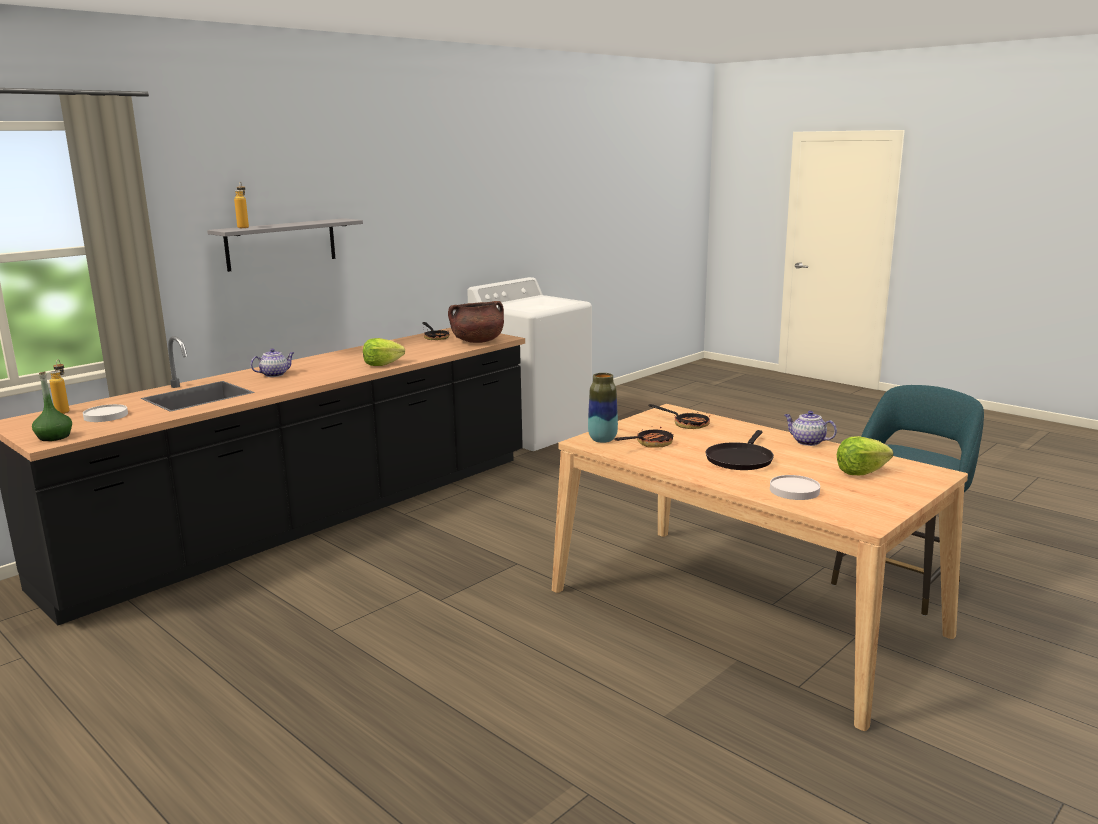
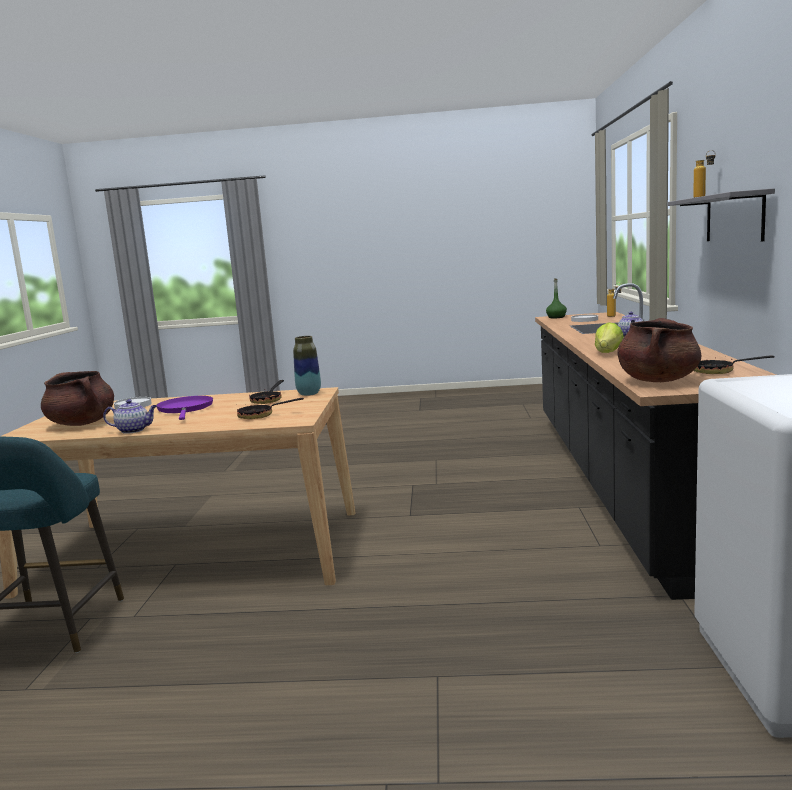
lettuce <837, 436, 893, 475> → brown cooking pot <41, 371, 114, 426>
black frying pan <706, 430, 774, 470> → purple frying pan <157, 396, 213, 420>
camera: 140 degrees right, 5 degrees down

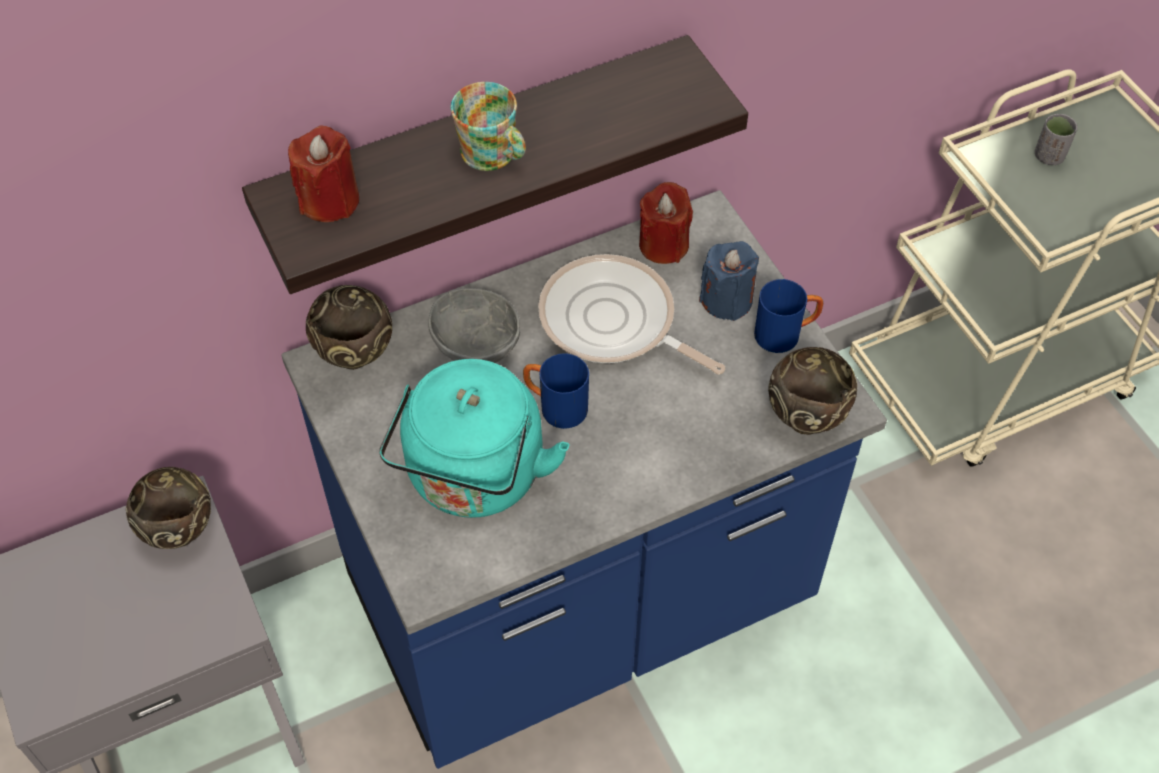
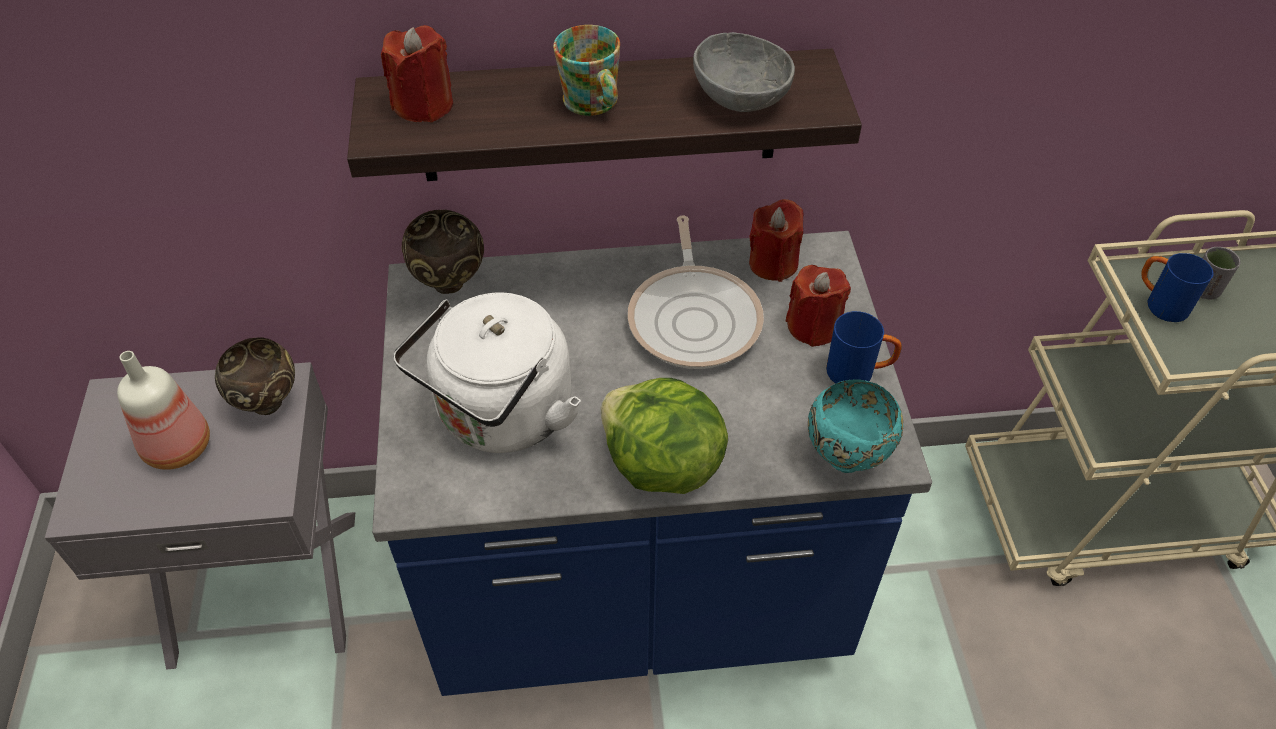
- → bottle <117, 351, 210, 470>
turquoise kettle <379, 359, 569, 518> → white kettle <393, 292, 581, 453>
- → lettuce <601, 378, 728, 494>
frying pan <538, 254, 725, 375> → frying pan <627, 215, 764, 369>, 150 degrees counterclockwise
grey bowl <428, 288, 520, 363> → grey bowl <693, 32, 795, 112>, shifted
blue candle <699, 241, 759, 321> → red candle <786, 265, 851, 347>
brown bowl <768, 347, 857, 435> → turquoise bowl <808, 379, 903, 473>
blue mug <523, 353, 589, 429> → blue mug <1142, 253, 1213, 322>, shifted
camera: 20 degrees right, 5 degrees down

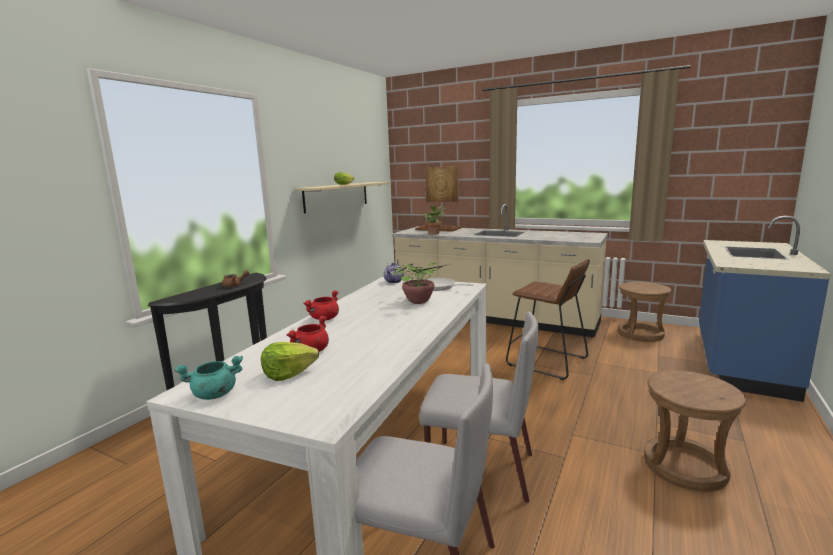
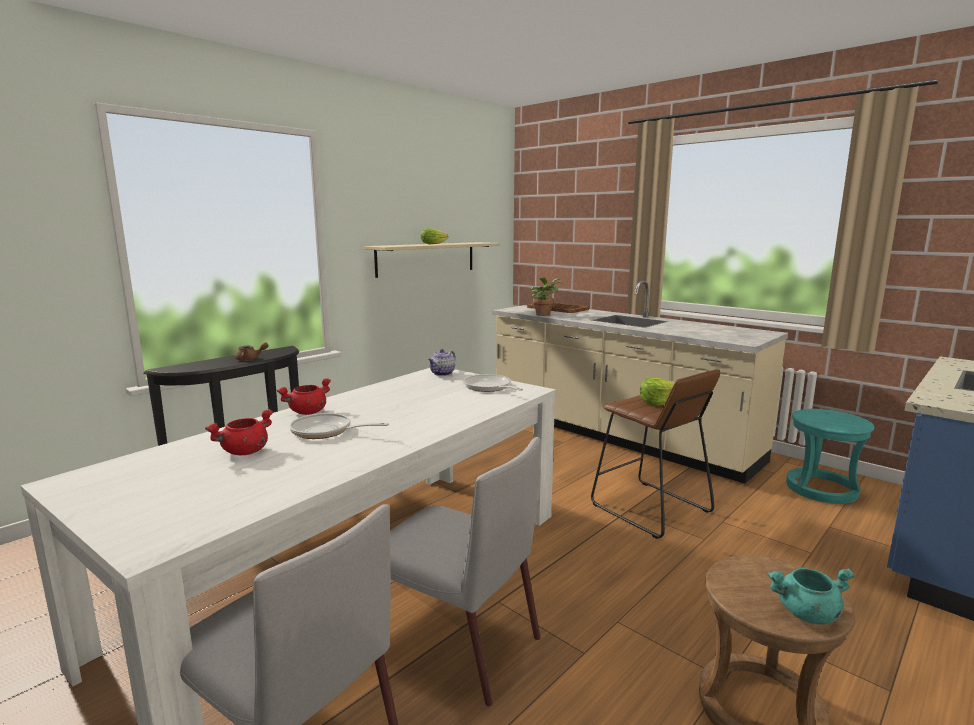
- → frying pan <289, 413, 389, 439>
lettuce <261, 342, 319, 381> → lettuce <640, 378, 675, 406>, shifted
turquoise cooking pot <174, 356, 243, 400> → turquoise cooking pot <767, 568, 855, 624>, shifted
brown stool <618, 282, 671, 342> → turquoise stool <786, 409, 874, 504>
potted plant <389, 262, 451, 304> → -
picture <425, 166, 458, 202> → -
camera: 15 degrees right, 0 degrees up

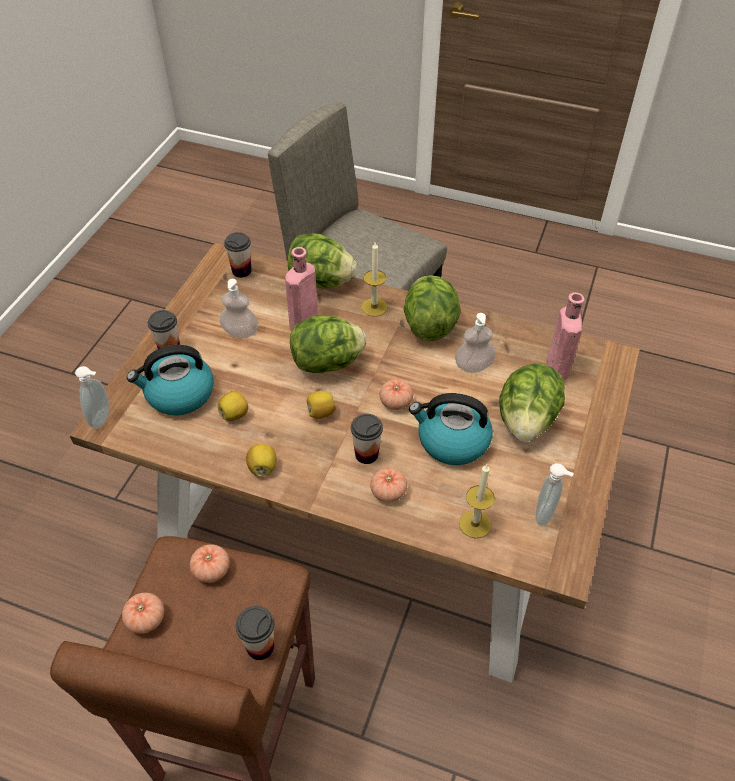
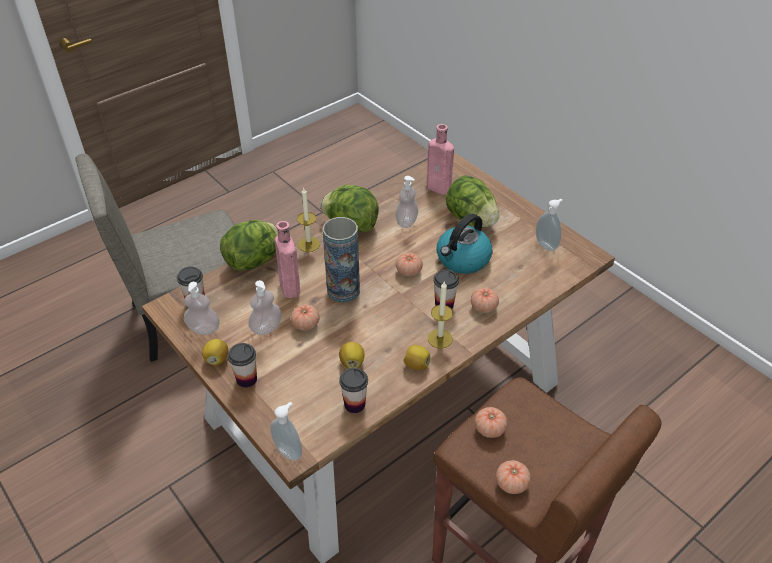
- → soap dispenser <184, 282, 220, 335>
lemon <307, 391, 336, 419> → lemon <202, 339, 228, 365>, shifted
- → tomato <290, 304, 320, 331>
lettuce <290, 315, 367, 373> → vase <323, 217, 360, 303>
cup <236, 606, 274, 660> → cup <339, 368, 368, 413>, shifted
candle <459, 464, 495, 538> → candle <428, 282, 453, 348>, shifted
kettle <127, 345, 214, 415> → -
camera: 60 degrees left, 5 degrees down

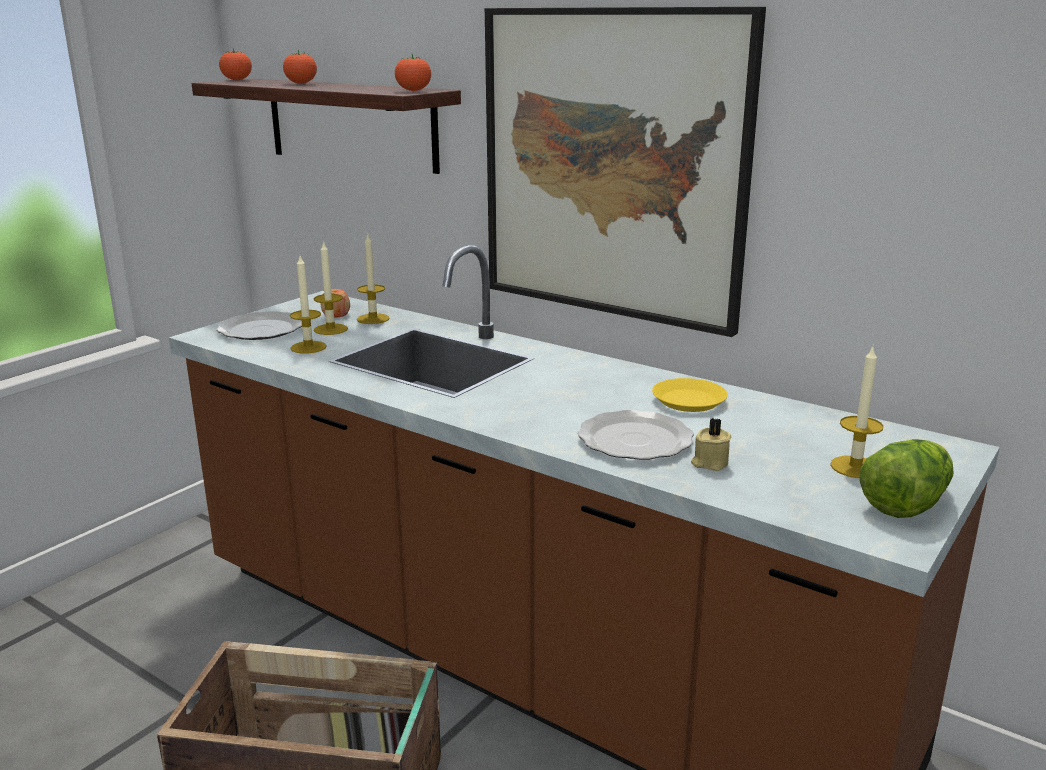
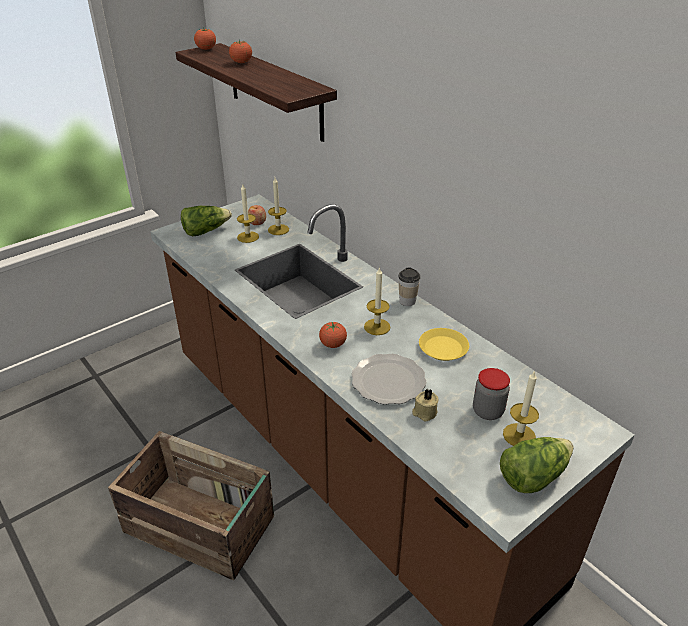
plate <217, 311, 302, 340> → lettuce <181, 206, 232, 236>
tomato <395, 53, 431, 91> → tomato <319, 322, 347, 348>, shifted
candle <290, 256, 327, 354> → candle <364, 267, 391, 335>, shifted
- → cup <398, 268, 420, 306>
- → jar <473, 368, 510, 420>
picture <485, 7, 766, 337> → -
camera: 15 degrees right, 15 degrees up

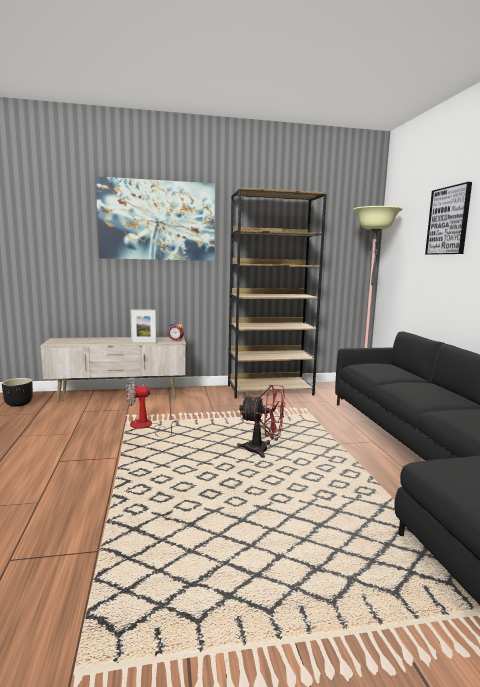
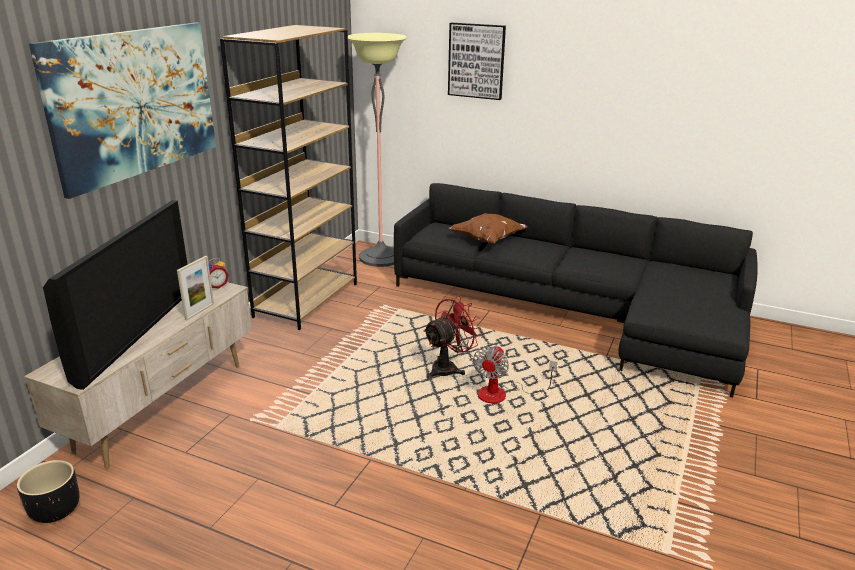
- → television <43, 200, 188, 390>
- → brown pillow <449, 213, 528, 244>
fan <126, 379, 176, 438> → fan <473, 345, 557, 403>, shifted
camera: 55 degrees left, 15 degrees up

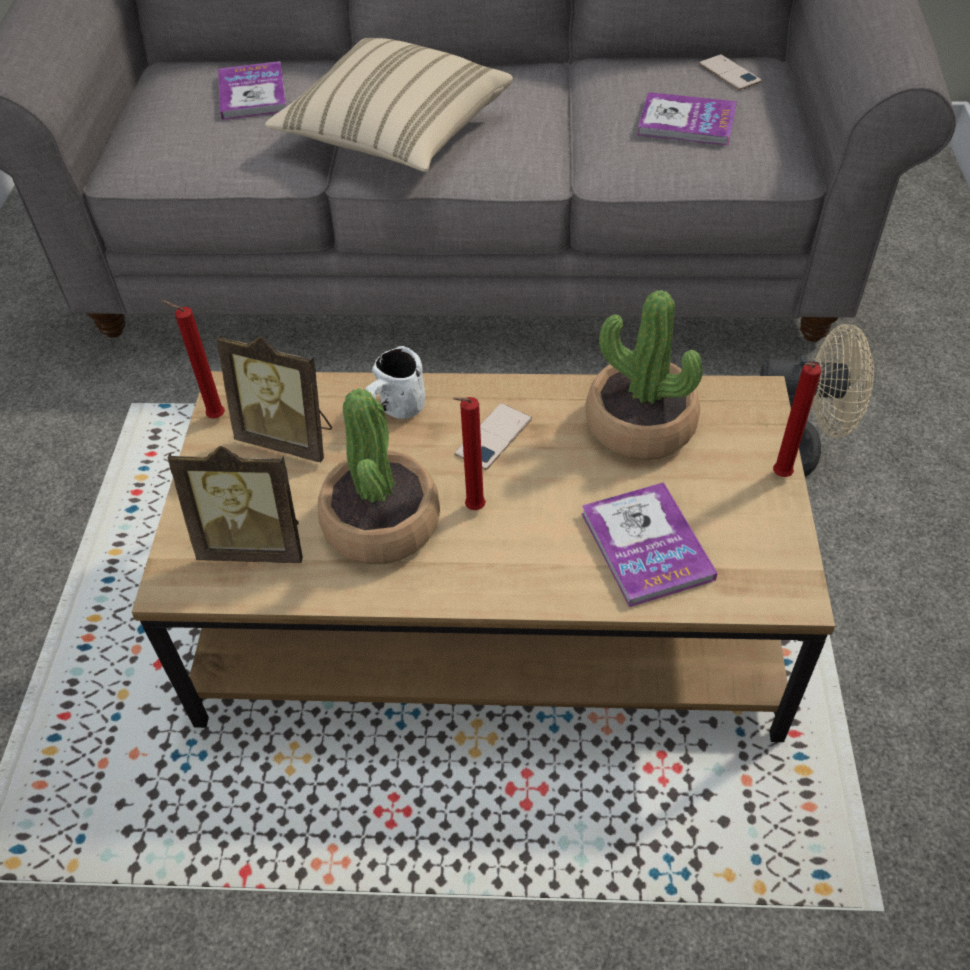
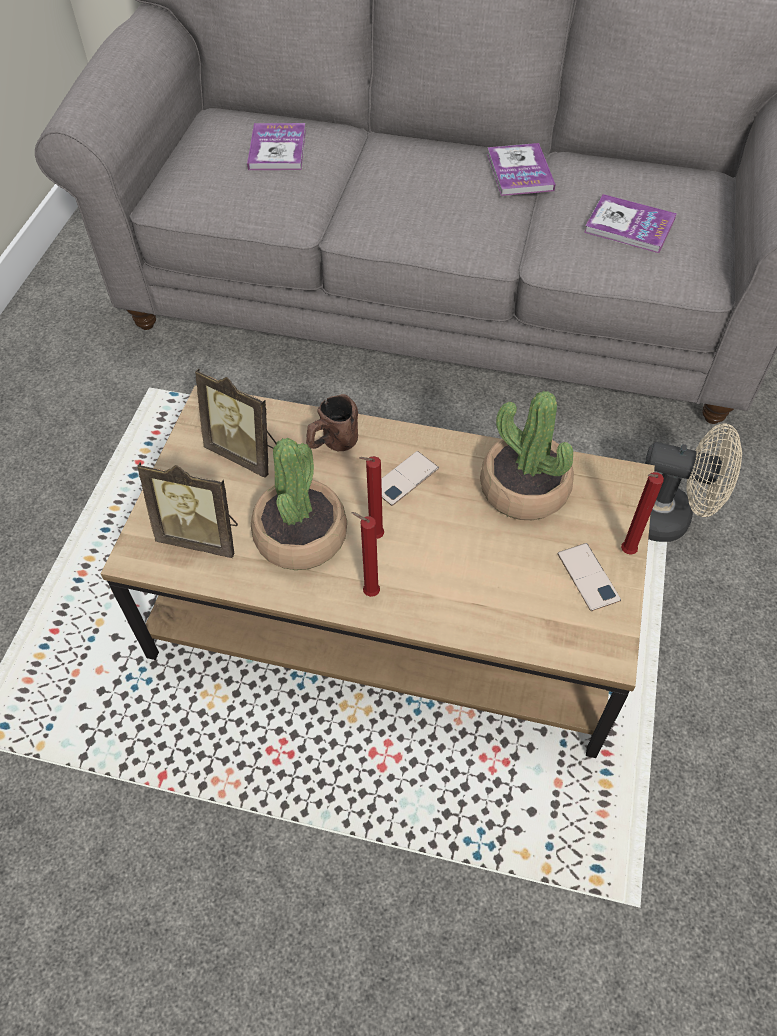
white mug <365, 346, 425, 419> → brown mug <306, 394, 358, 451>
red candle <161, 300, 225, 419> → red candle <351, 512, 380, 597>, shifted
book <581, 482, 718, 607> → book <487, 143, 556, 196>, shifted
phone <699, 54, 762, 90> → phone <558, 543, 621, 611>, shifted
beige pillow <265, 38, 513, 172> → -
camera: 10 degrees right, 5 degrees up

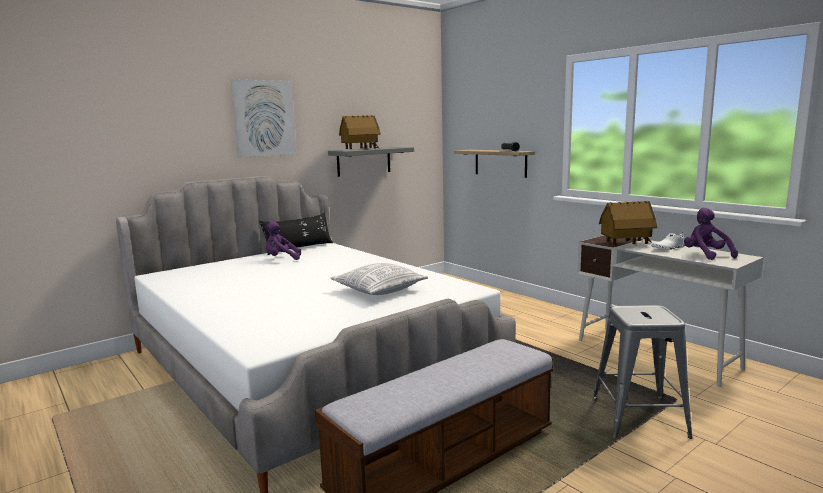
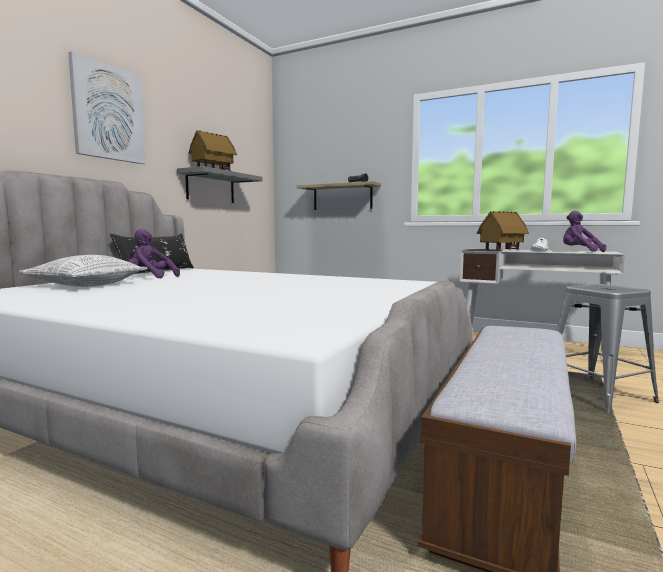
pillow <331, 263, 428, 295> → pillow <19, 255, 148, 287>, shifted
purple plush toy <265, 221, 301, 260> → purple plush toy <128, 229, 180, 278>, 45 degrees clockwise
camera: 25 degrees left, 5 degrees down

